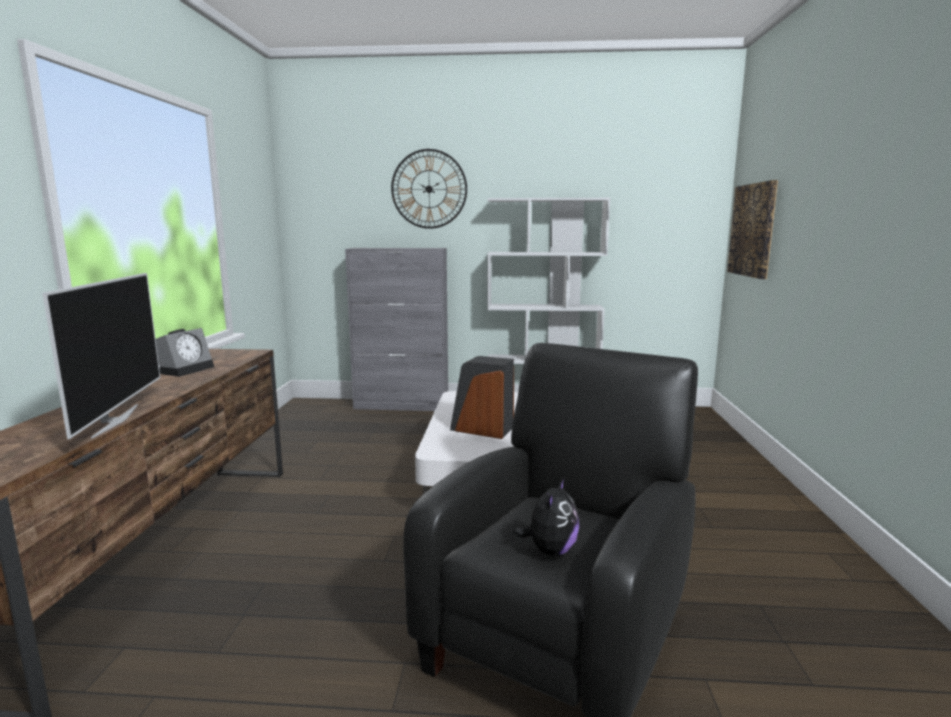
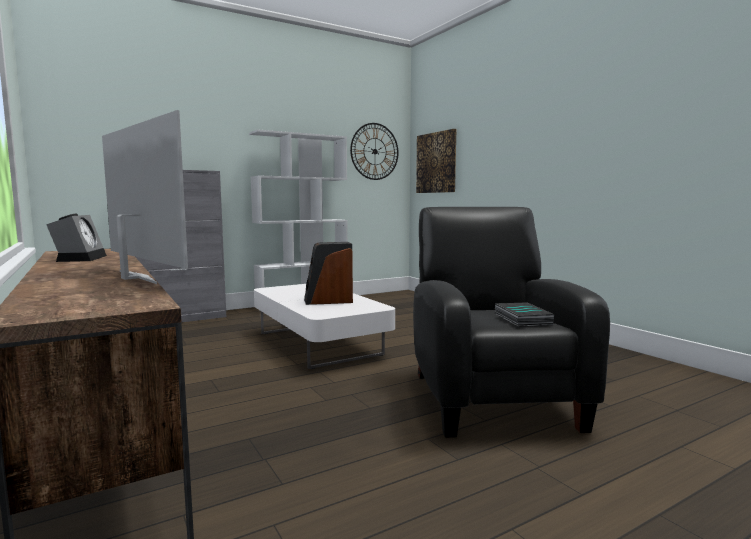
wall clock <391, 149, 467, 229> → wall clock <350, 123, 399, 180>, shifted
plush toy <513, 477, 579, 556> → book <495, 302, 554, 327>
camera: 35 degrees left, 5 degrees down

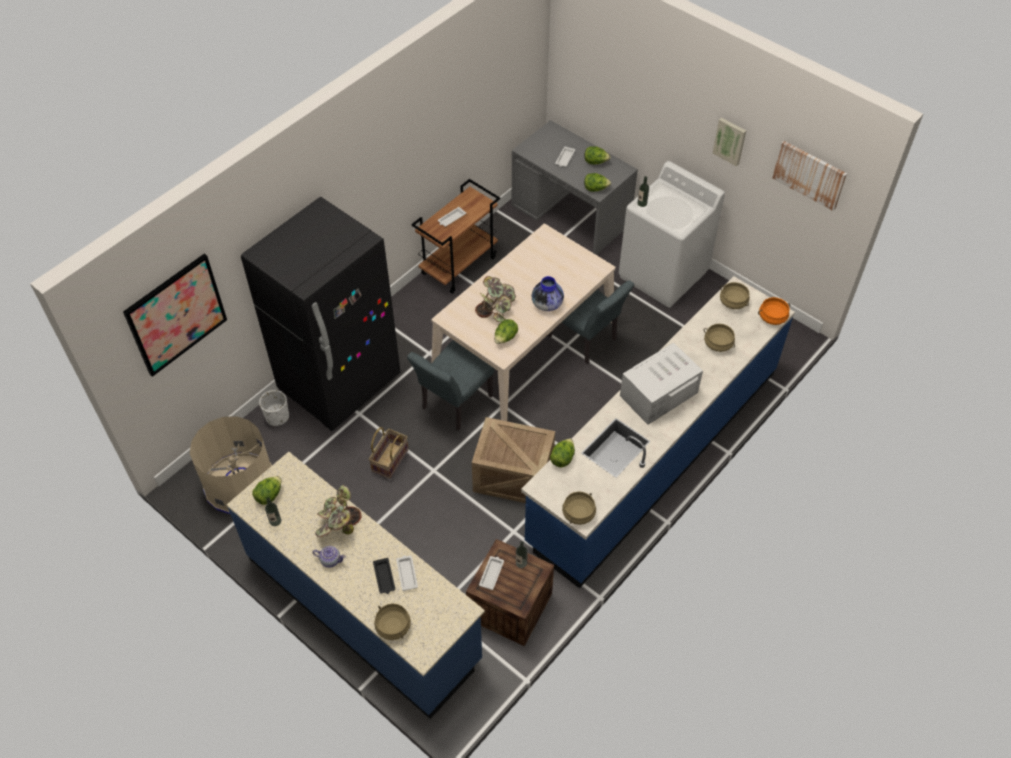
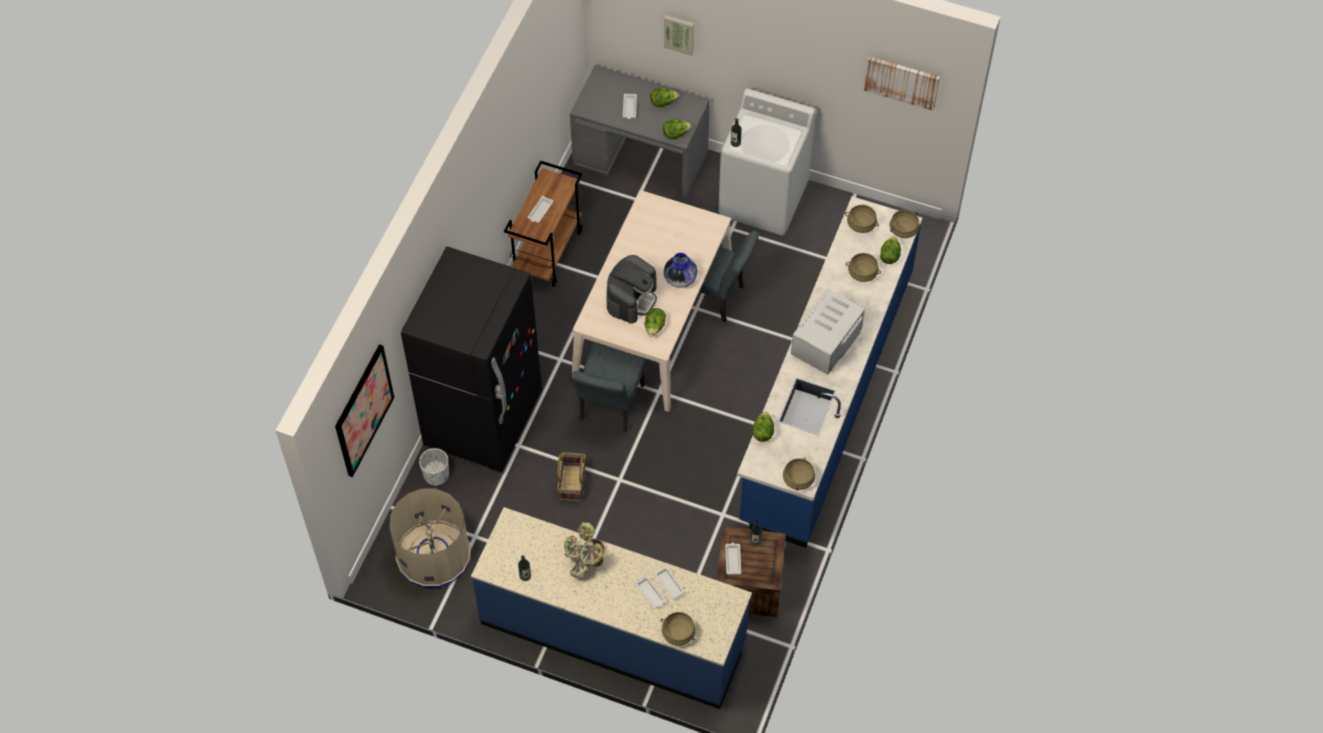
potted plant <475, 276, 516, 322> → coffee machine <607, 255, 657, 324>
black tray <373, 558, 395, 594> → white tray <634, 575, 666, 608>
picture <713, 118, 746, 166> → picture <664, 15, 694, 56>, shifted
lettuce <252, 476, 282, 505> → lettuce <880, 236, 901, 264>, shifted
orange cooking pot <758, 297, 790, 325> → beige cooking pot <889, 210, 920, 238>
teapot <313, 546, 346, 568> → -
crate <472, 417, 555, 503> → -
camera: 20 degrees left, 5 degrees up

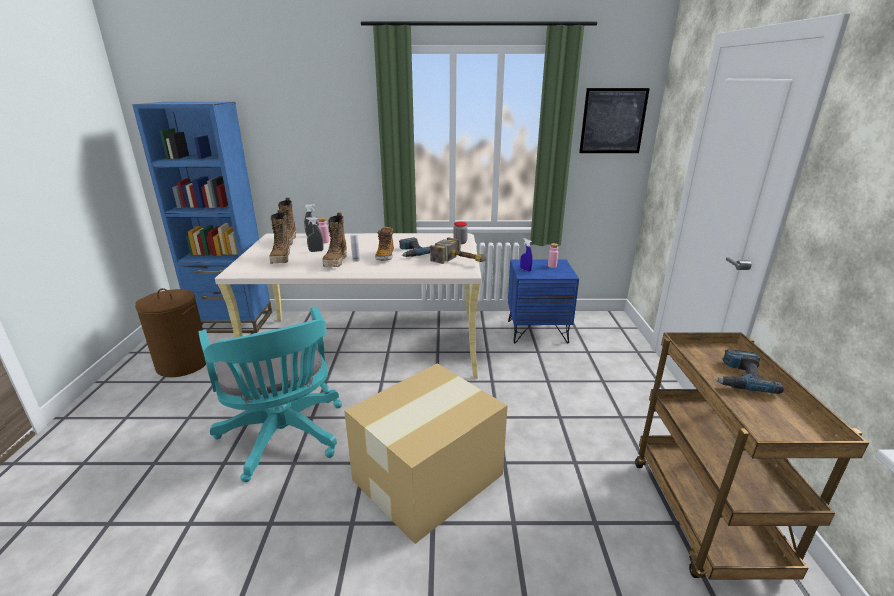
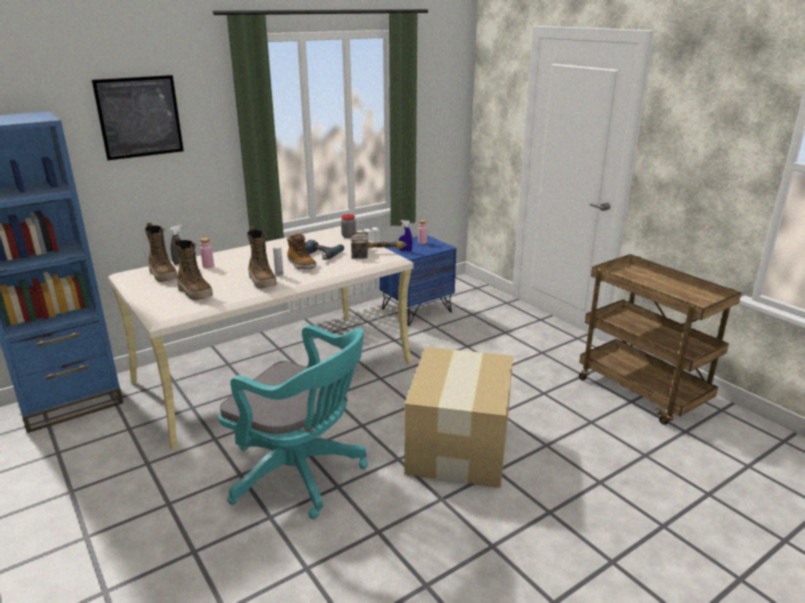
picture <579, 88, 650, 153> → picture <92, 75, 184, 160>, shifted
brown laundry basket <135, 288, 206, 377> → -
grey spray bottle <306, 217, 323, 252> → -
power drill <715, 349, 784, 394> → -
camera: 35 degrees left, 0 degrees up

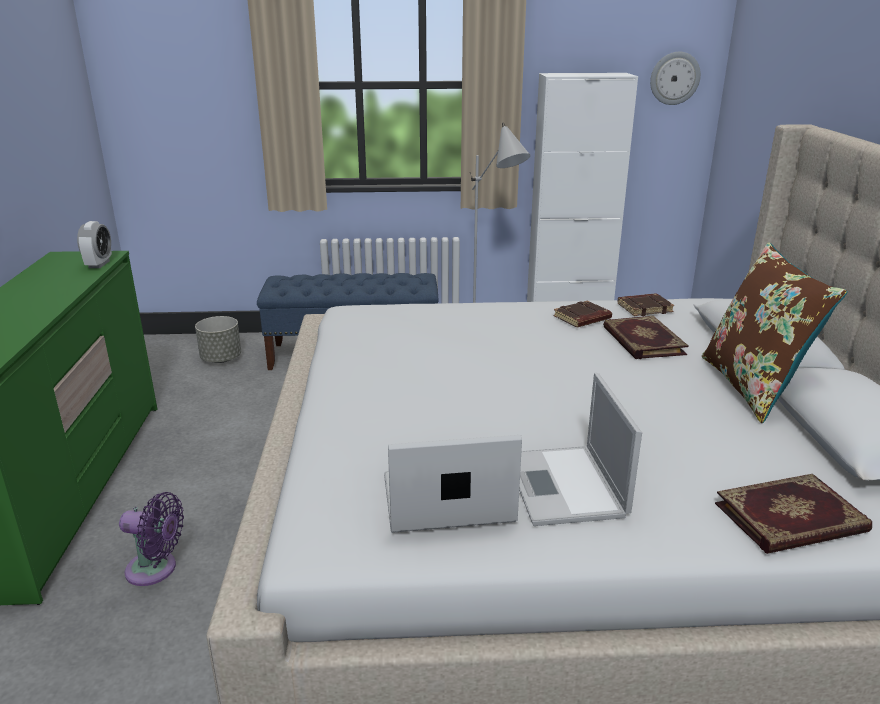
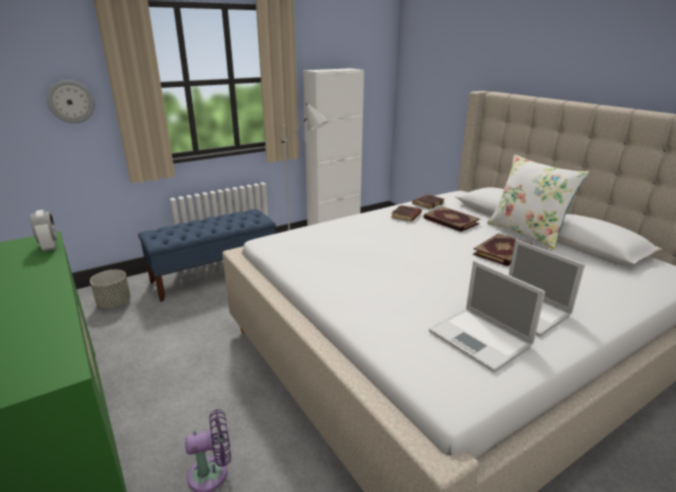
wall clock <650, 52, 701, 105> → wall clock <47, 80, 95, 123>, shifted
laptop <384, 435, 522, 533> → laptop <429, 260, 545, 373>, 90 degrees counterclockwise
book <715, 474, 872, 554> → book <473, 233, 532, 266>, shifted
brown pillow <702, 242, 847, 424> → white pillow <487, 154, 589, 250>
camera: 30 degrees left, 0 degrees up

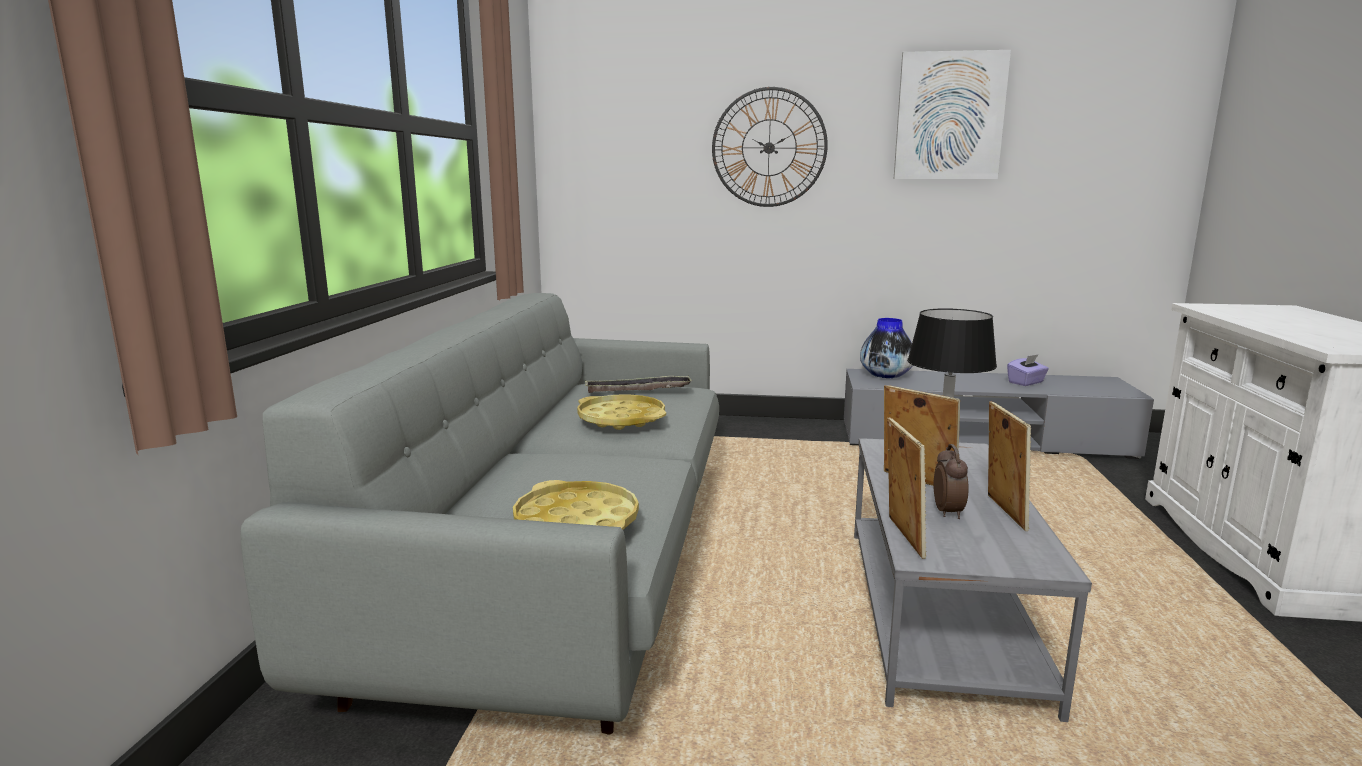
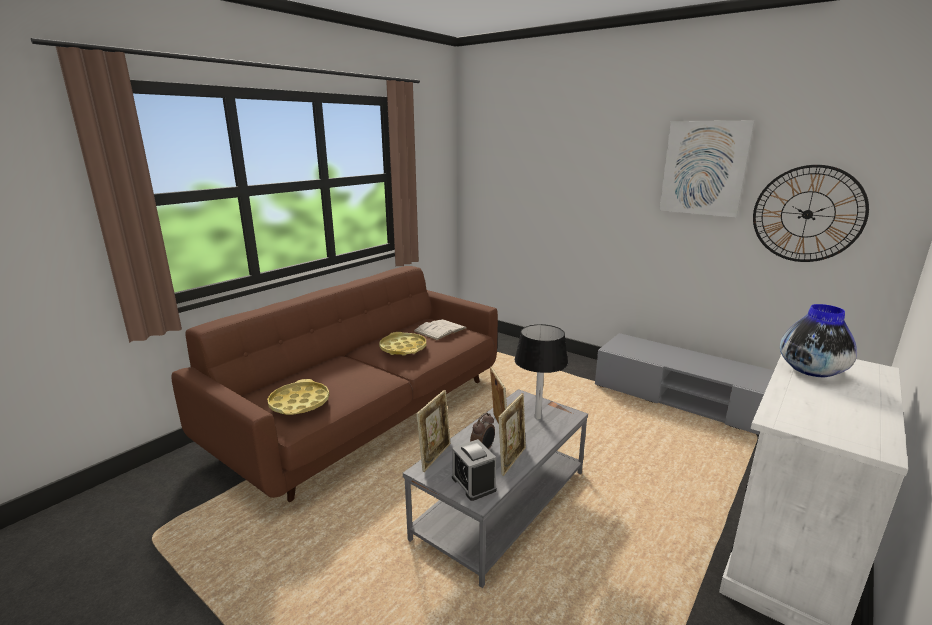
grey sofa <240, 293, 719, 734> → brown sofa <171, 266, 498, 502>
tray <585, 375, 692, 393> → white book <413, 319, 467, 340>
- → alarm clock <452, 439, 496, 501>
wall clock <712, 87, 828, 207> → wall clock <753, 165, 869, 262>, shifted
vase <860, 318, 913, 378> → vase <780, 304, 857, 377>, shifted
purple tissue box <1007, 354, 1049, 386> → -
camera: 30 degrees right, 5 degrees up

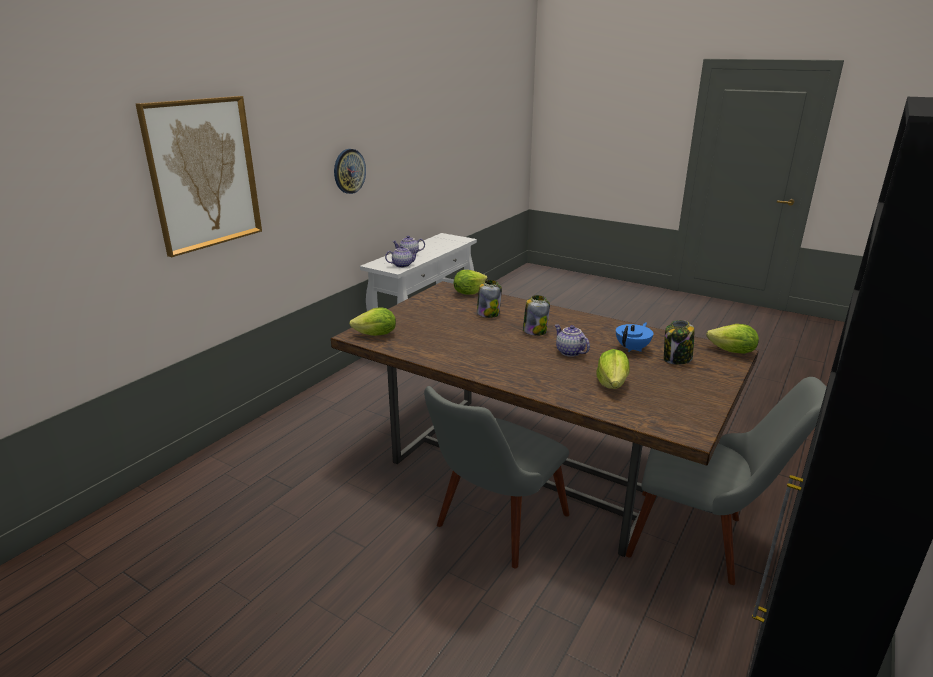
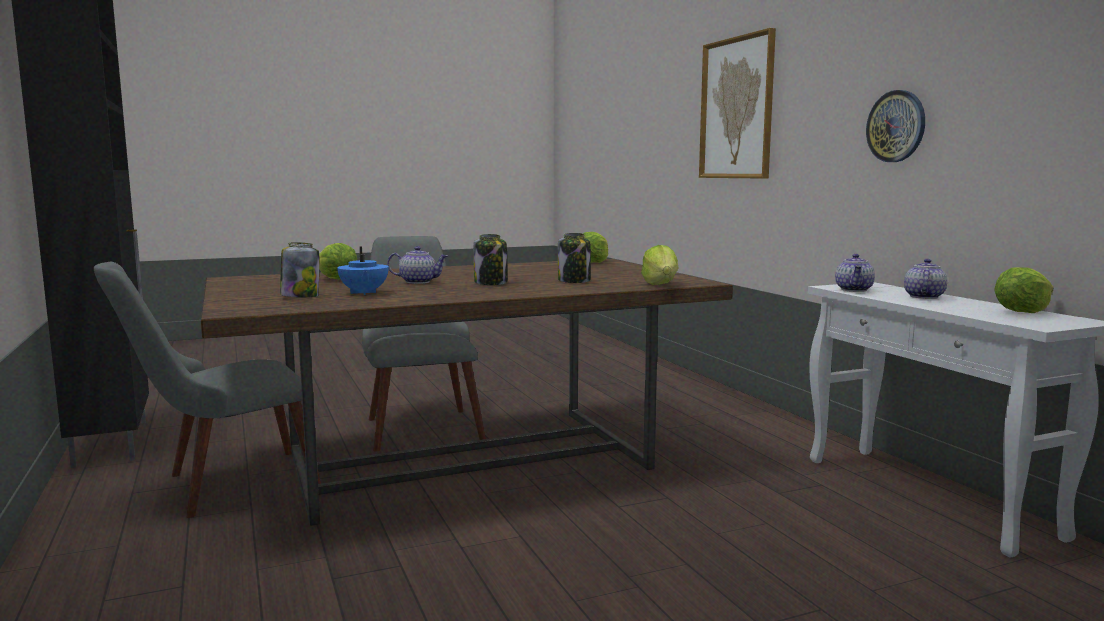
lettuce <706, 324, 759, 354> → lettuce <994, 267, 1053, 313>, shifted
camera: 125 degrees right, 15 degrees down

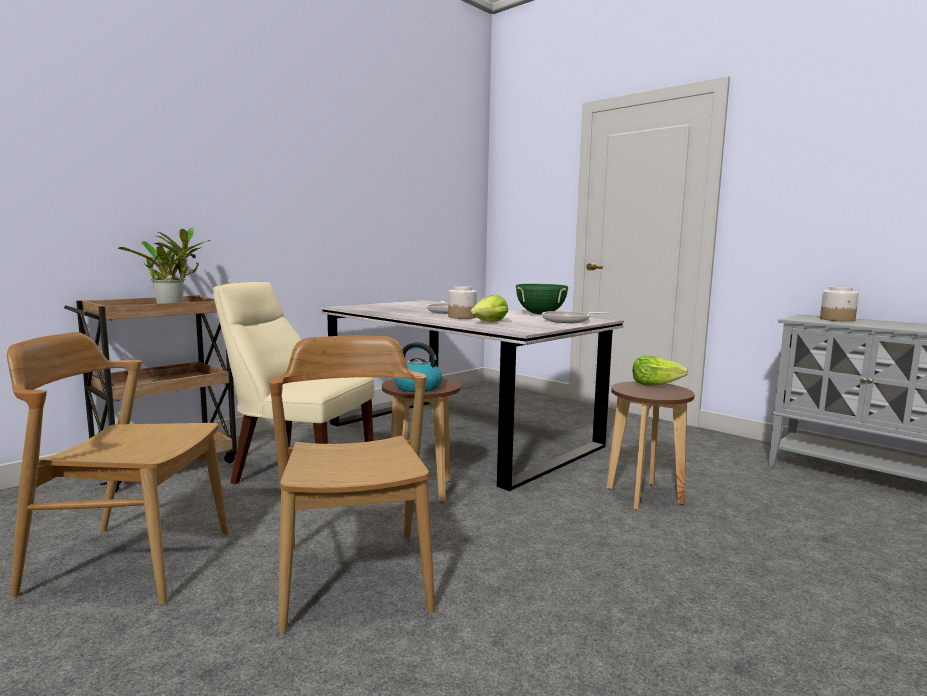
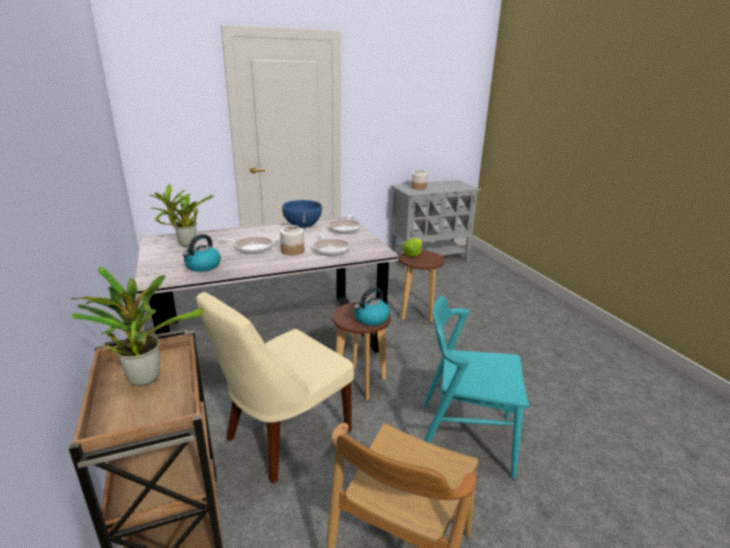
- → potted plant <149, 184, 214, 247>
- → kettle <183, 234, 221, 272>
green cooking pot <516, 284, 568, 315> → blue cooking pot <277, 200, 327, 228>
lettuce <471, 295, 508, 322> → frying pan <313, 232, 351, 256>
brown chair <269, 336, 435, 634> → turquoise chair <423, 296, 529, 479>
camera: 65 degrees left, 15 degrees up

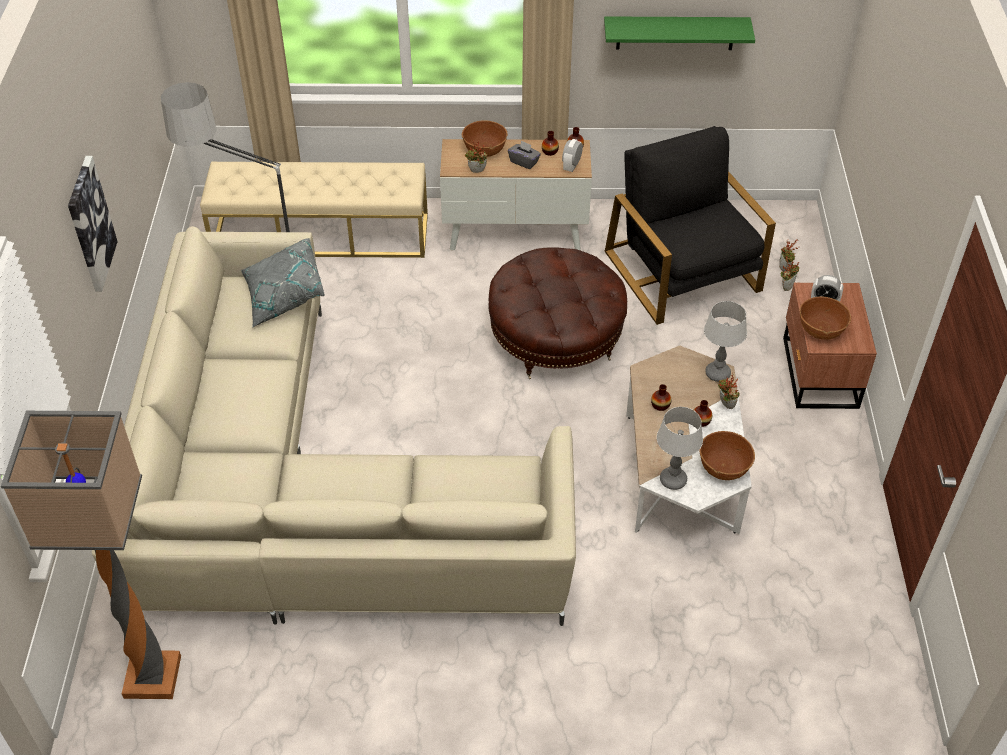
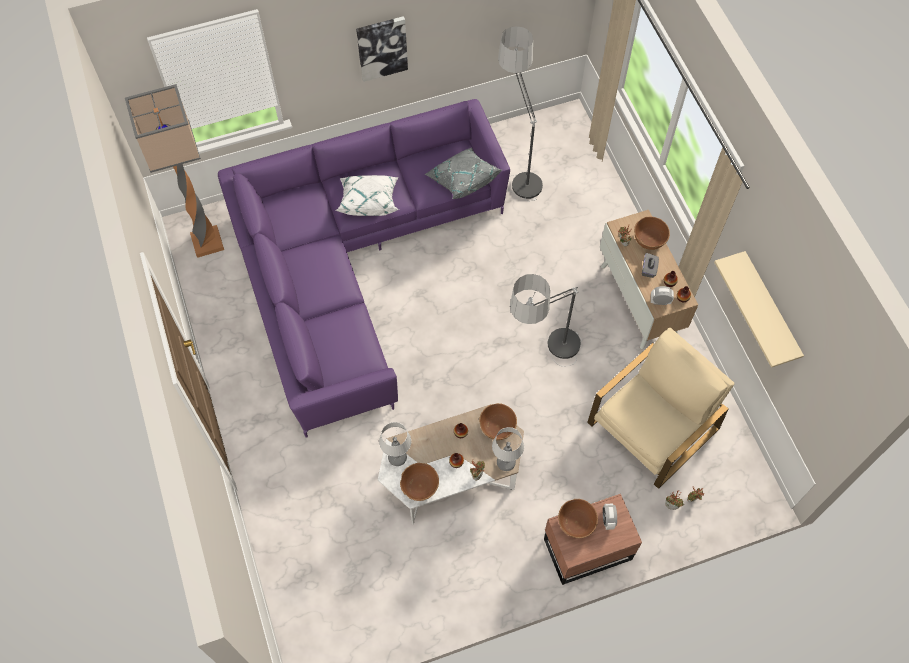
beige sofa <92, 226, 576, 626> → purple sofa <218, 99, 510, 438>
- → white pillow <336, 175, 399, 216>
- → brown bowl <479, 403, 517, 440>
brown ottoman <488, 247, 627, 379> → floor lamp <509, 274, 581, 366>
black armchair <605, 126, 776, 325> → beige armchair <587, 328, 734, 489>
green shelf <604, 16, 755, 50> → beige shelf <714, 251, 804, 368>
beige bench <200, 162, 428, 258> → -
camera: 70 degrees right, 15 degrees up

